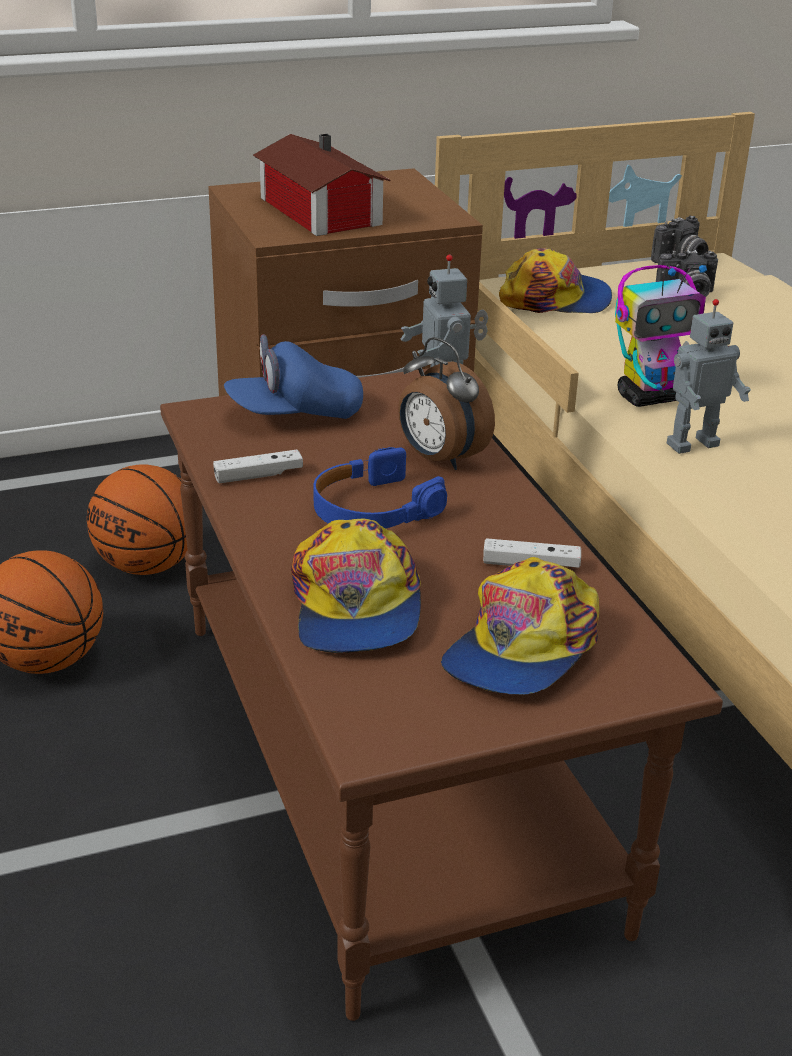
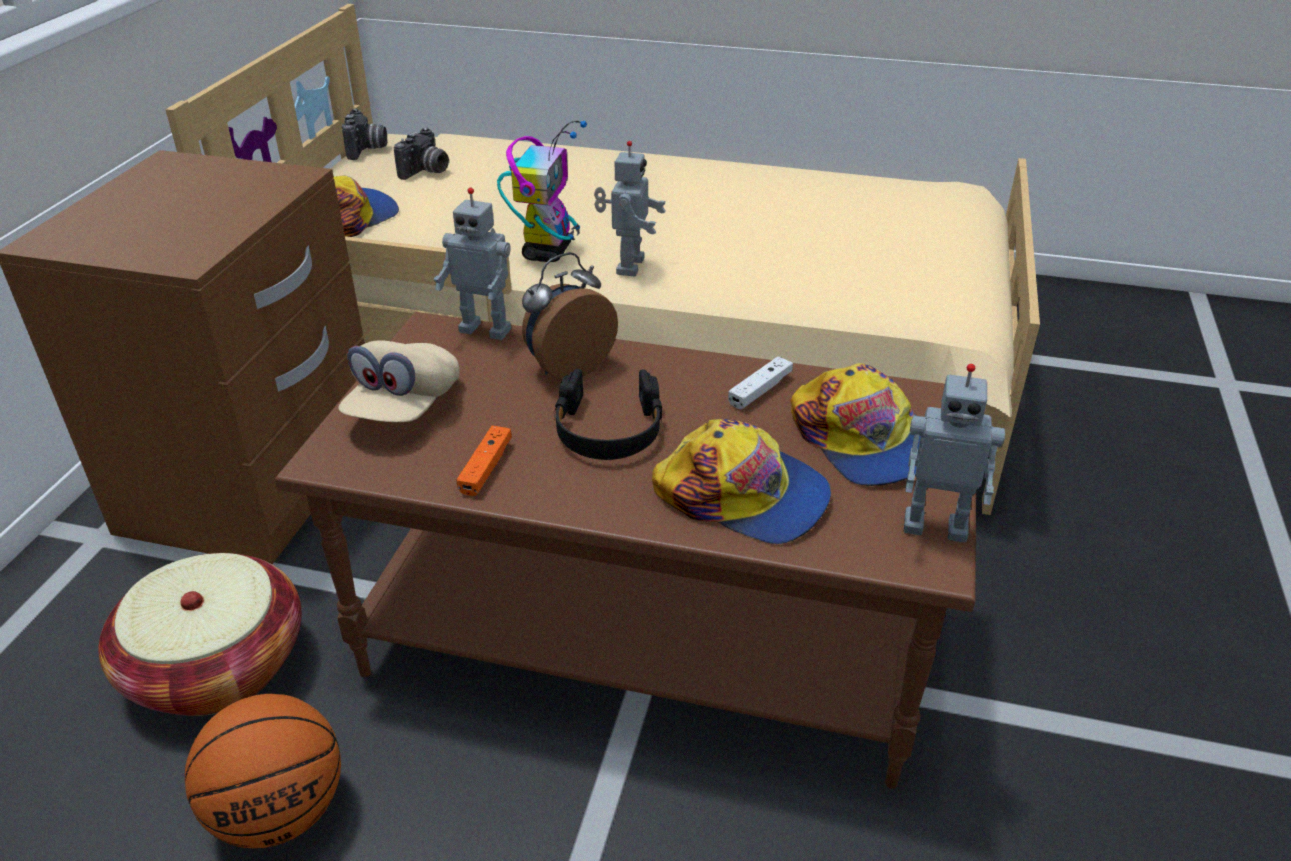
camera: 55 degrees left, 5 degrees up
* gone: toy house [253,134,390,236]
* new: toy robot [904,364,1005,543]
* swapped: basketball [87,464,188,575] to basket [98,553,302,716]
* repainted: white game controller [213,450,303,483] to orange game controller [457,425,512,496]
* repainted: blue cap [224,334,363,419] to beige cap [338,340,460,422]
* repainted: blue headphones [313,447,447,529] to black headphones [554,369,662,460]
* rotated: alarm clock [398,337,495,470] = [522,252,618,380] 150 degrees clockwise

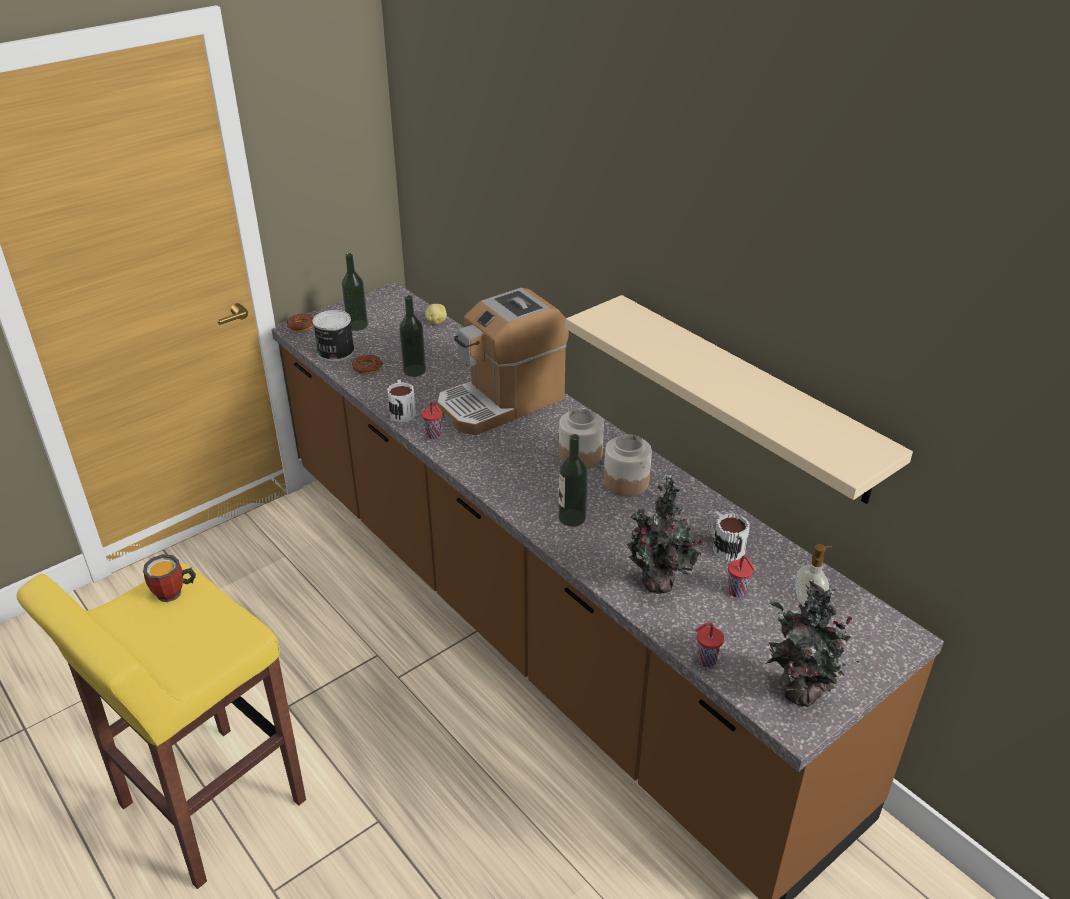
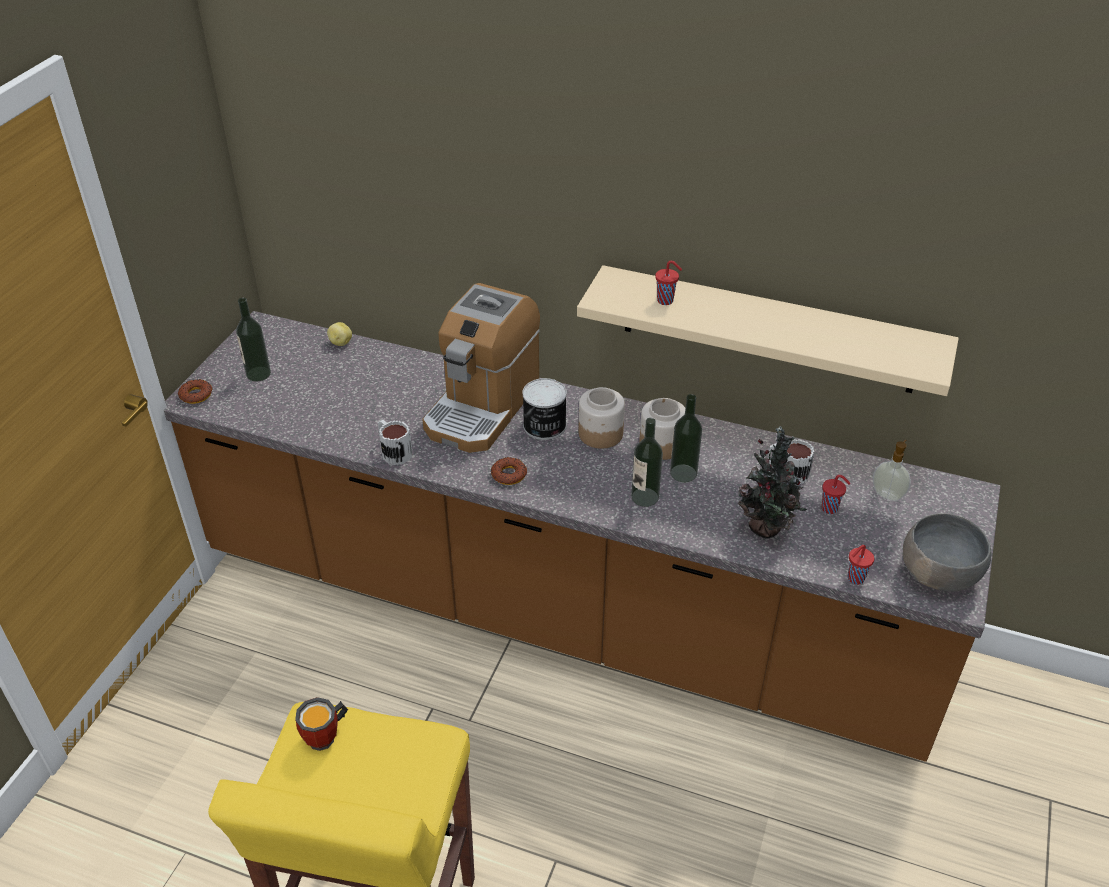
camera: 30 degrees left, 5 degrees up
* shifted: can [313,310,355,362] to [522,378,567,440]
* shifted: donut [352,355,382,375] to [491,457,527,485]
* shifted: bottle [399,295,426,377] to [670,394,702,482]
* shifted: red cup [422,401,442,439] to [655,261,682,305]
* swapped: potted plant [766,580,859,707] to grey bowl [903,513,991,591]

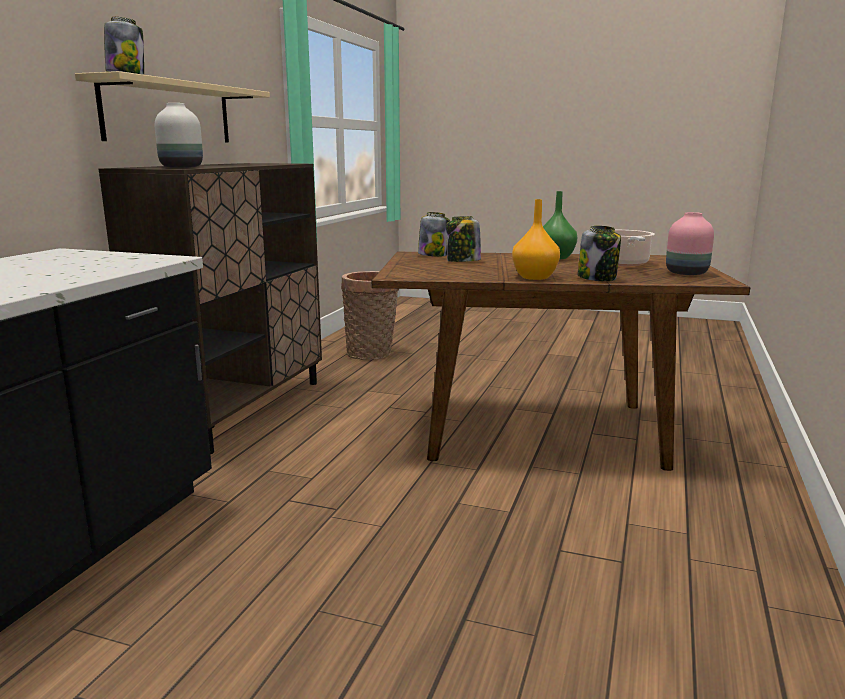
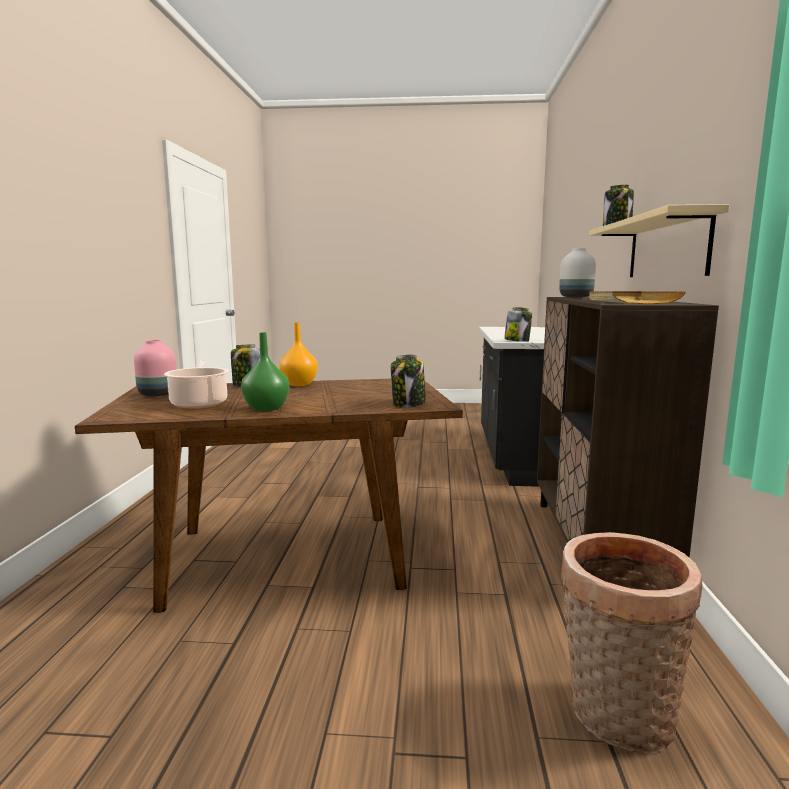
camera: 165 degrees right, 5 degrees down
* new: beige tray [589,291,686,304]
* shifted: jar [446,216,481,262] to [504,307,532,342]

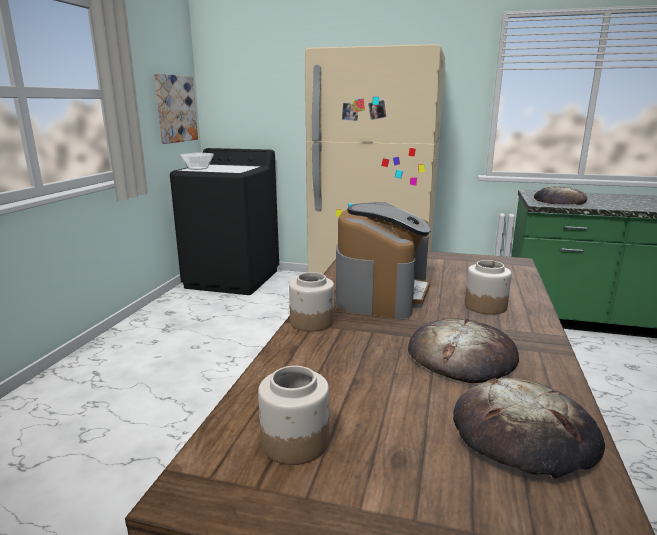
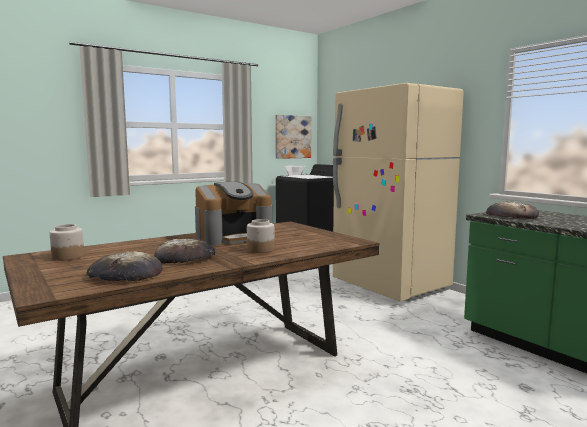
camera: 40 degrees right, 10 degrees down
* gone: jar [289,272,334,331]

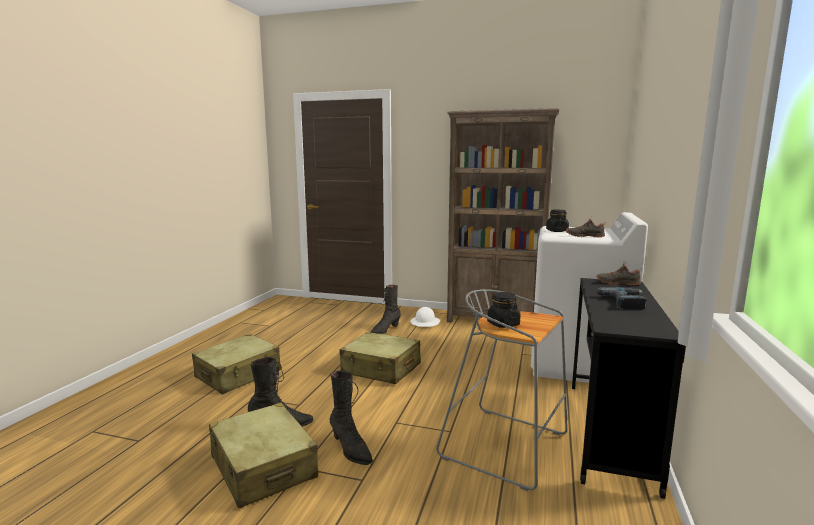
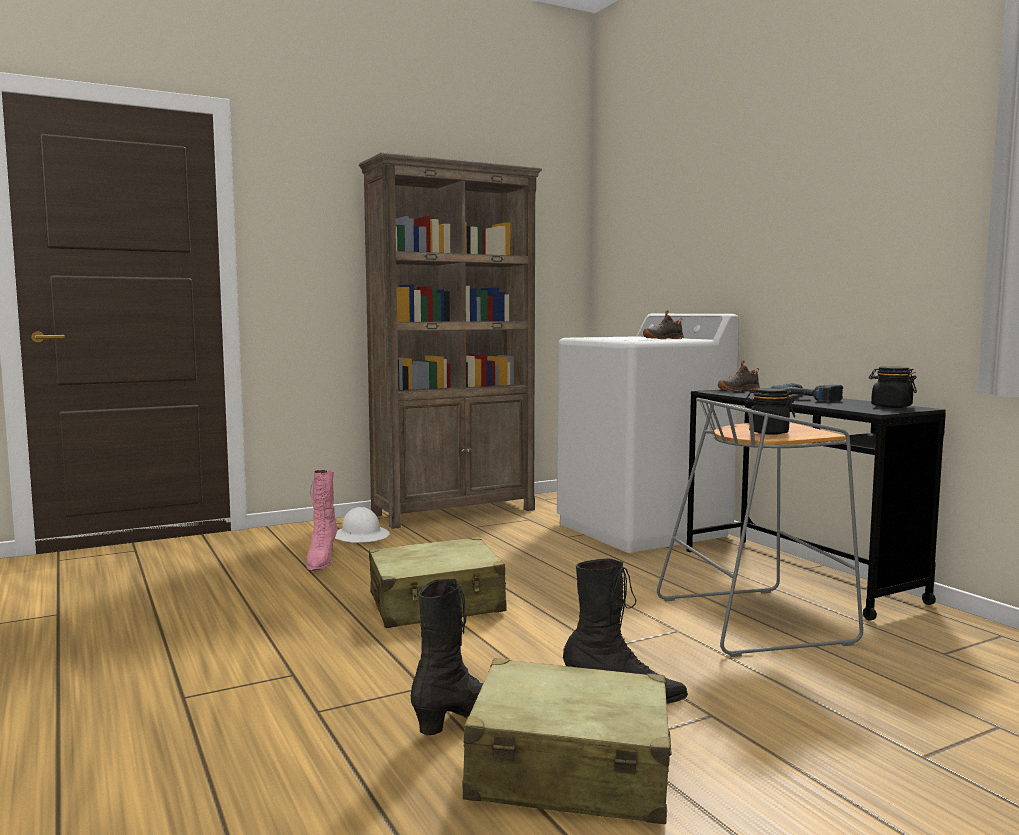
camera: 45 degrees left, 5 degrees down
* gone: beige suitcase [192,334,281,395]
* shifted: black jar [546,210,569,232] to [869,366,917,408]
* repainted: black boot [370,285,401,334] to pink boot [306,470,337,570]

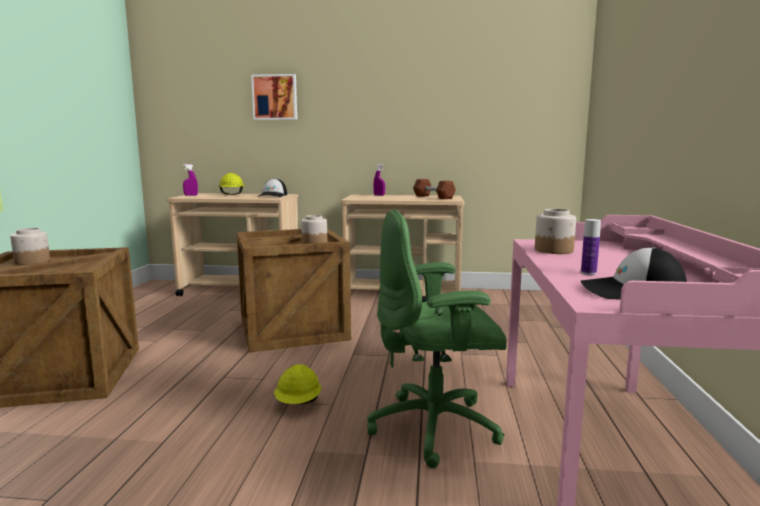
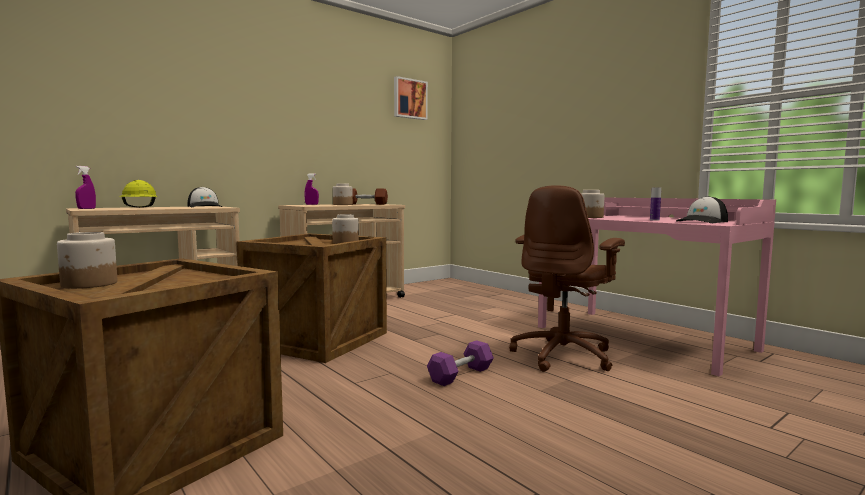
camera: 45 degrees left, 5 degrees down
* new: jar [333,183,353,205]
* shifted: picture [251,74,297,120] to [394,76,428,120]
* swapped: yellow hard hat [274,364,321,404] to purple dumbbell [427,340,494,386]
* repainted: green office chair [367,209,507,468] to brown office chair [509,185,625,372]

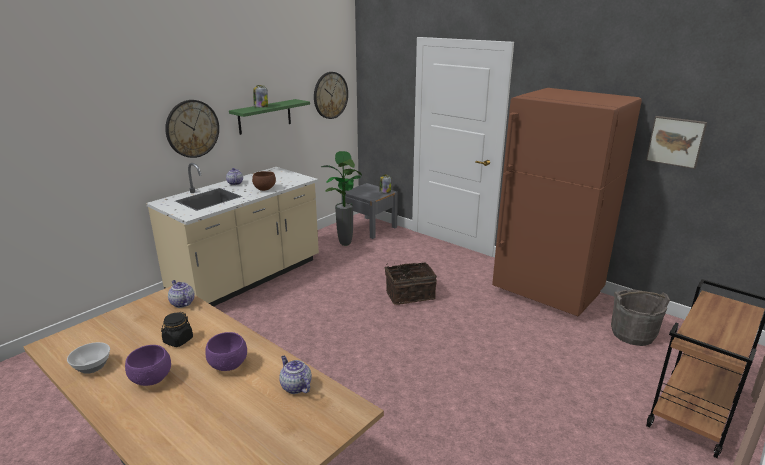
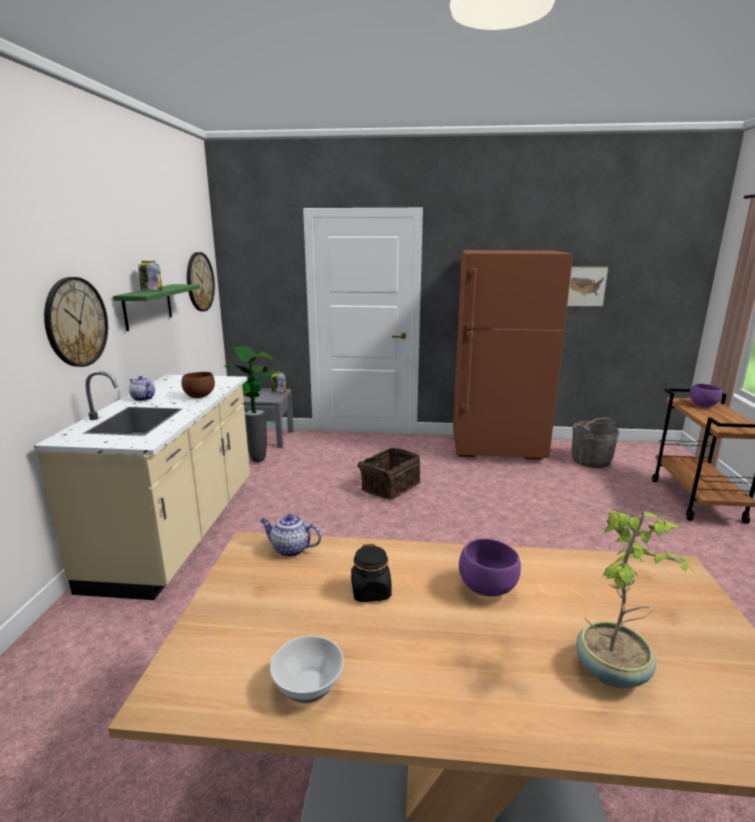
camera: 35 degrees left, 5 degrees down
* gone: teapot [279,356,312,394]
* new: potted plant [576,509,695,688]
* shifted: purple bowl [125,345,171,386] to [689,383,722,407]

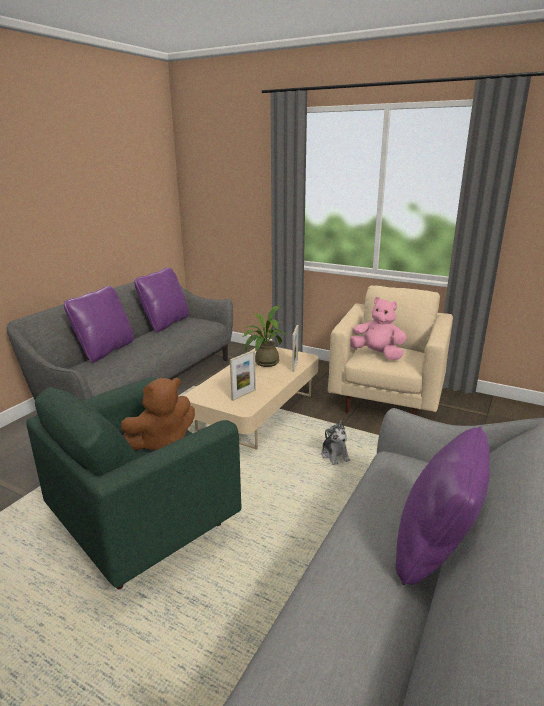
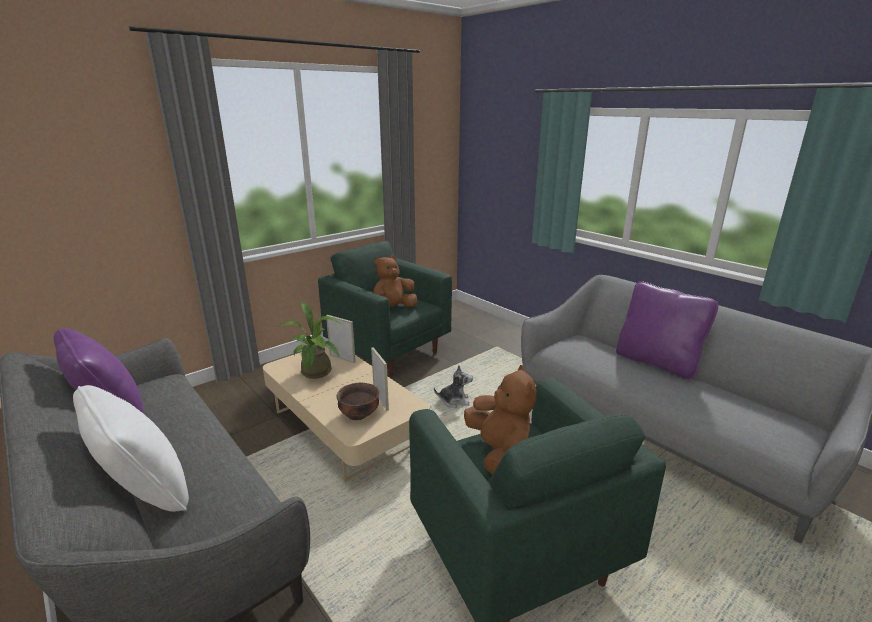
camera: 70 degrees left, 0 degrees up
* new: brown bowl [337,383,379,420]
* repainted: purple pillow [64,286,134,363] to white pillow [73,385,189,512]
* repainted: beige armchair [328,285,453,415] to green armchair [318,241,452,377]
* repainted: pink plush toy [350,297,407,360] to brown plush toy [373,255,417,307]

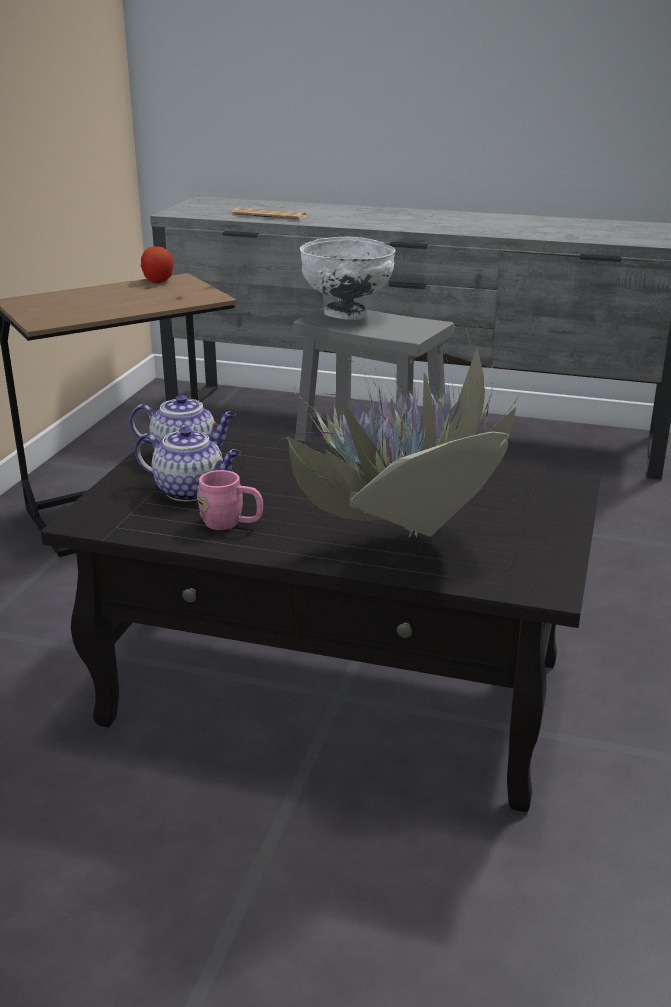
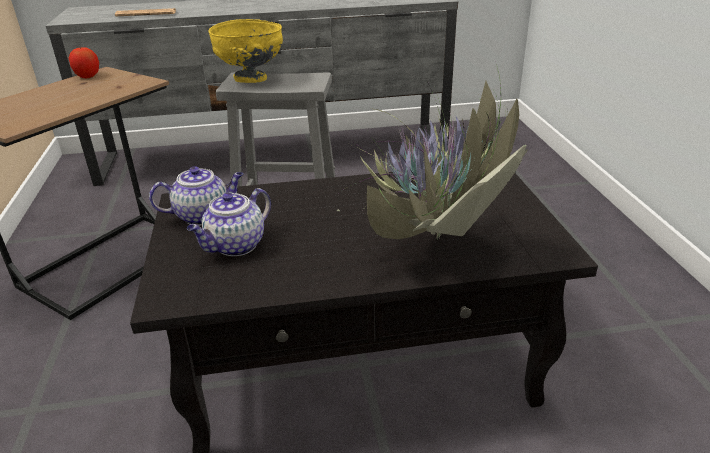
camera: 25 degrees left, 5 degrees up
* gone: pink mug [197,470,263,530]
* repainted: white bowl [300,237,395,320] to yellow bowl [208,19,283,83]
* rotated: teapot [135,427,241,501] = [187,188,271,256] 135 degrees clockwise

